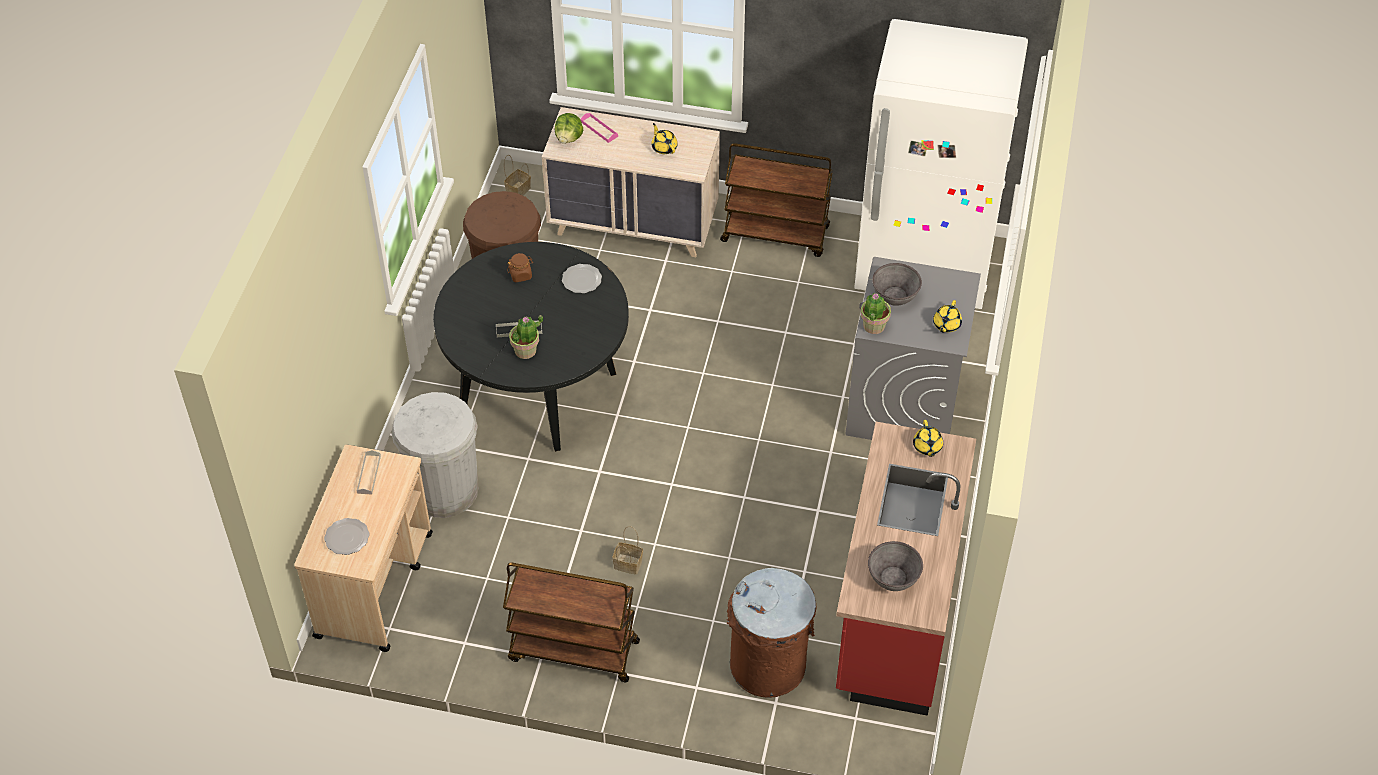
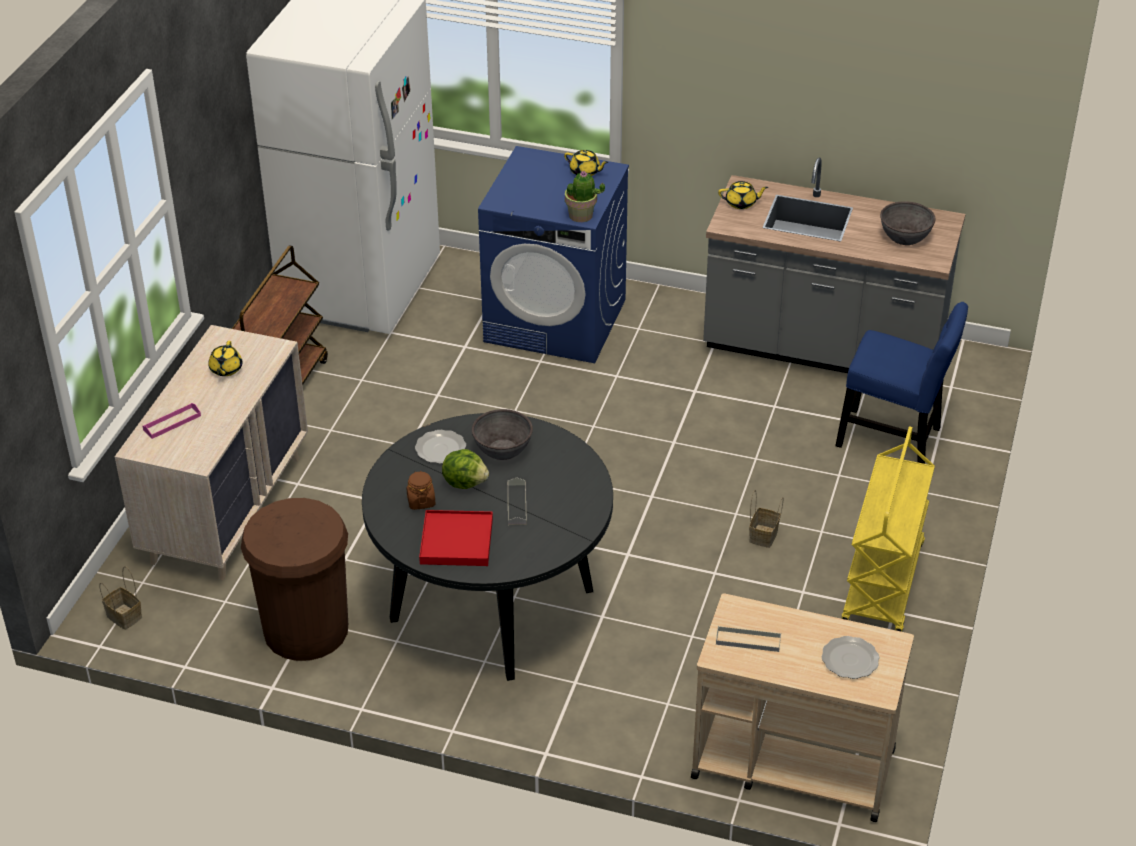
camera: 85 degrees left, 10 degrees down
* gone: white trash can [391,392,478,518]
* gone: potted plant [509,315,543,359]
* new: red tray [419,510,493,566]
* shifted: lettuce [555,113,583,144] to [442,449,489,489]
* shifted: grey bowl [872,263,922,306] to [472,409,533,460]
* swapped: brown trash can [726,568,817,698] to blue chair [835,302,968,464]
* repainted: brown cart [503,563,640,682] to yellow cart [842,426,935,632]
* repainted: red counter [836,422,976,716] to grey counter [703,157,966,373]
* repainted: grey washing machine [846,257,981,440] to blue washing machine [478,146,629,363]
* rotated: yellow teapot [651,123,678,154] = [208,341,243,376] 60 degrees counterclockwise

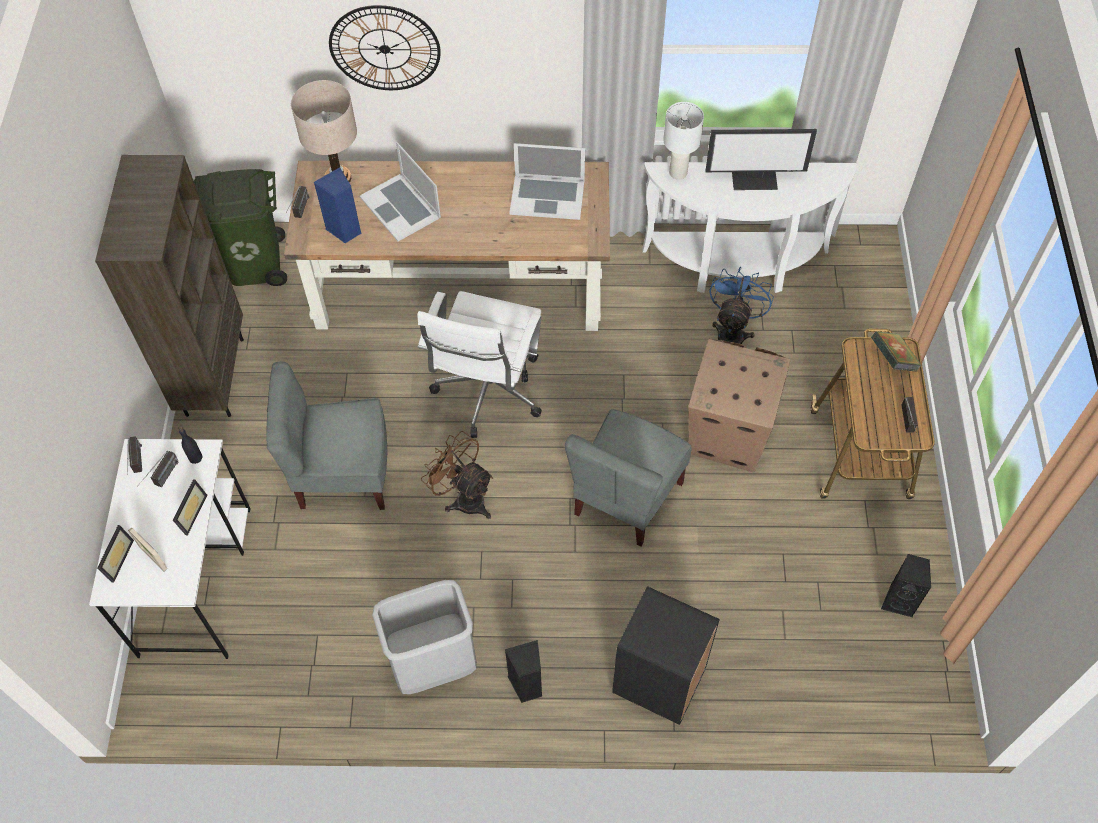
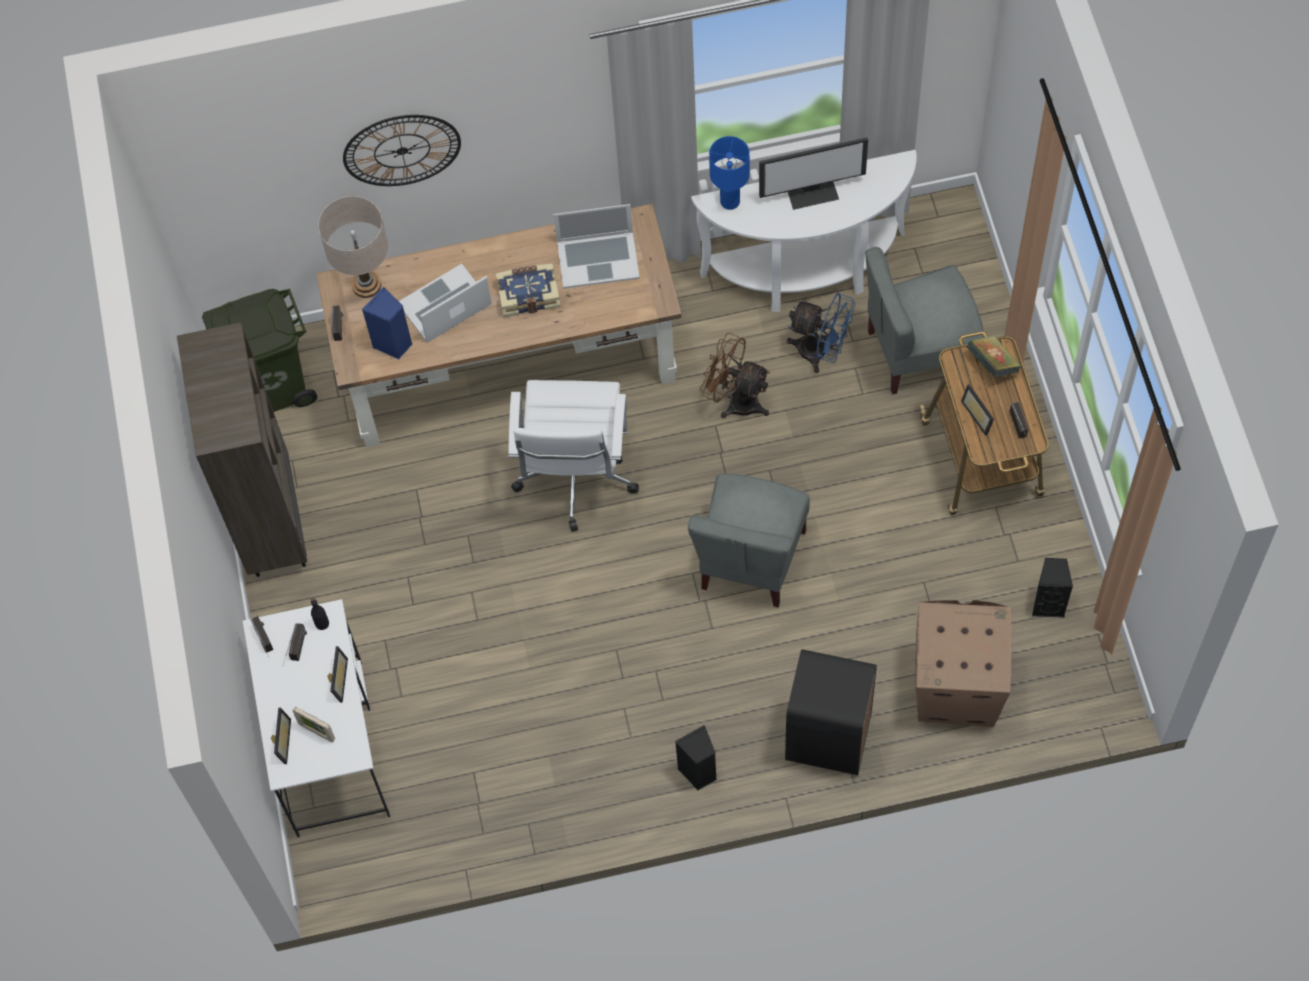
camera: 10 degrees left, 5 degrees up
* gone: grey trash can [372,580,477,694]
* new: book [496,264,561,318]
* new: picture frame [961,384,994,436]
* shifted: grey chair [266,361,387,510] to [865,247,984,395]
* shifted: brown fan [421,431,493,519] to [700,333,770,418]
* shifted: cardboard box [688,339,791,472] to [915,600,1012,727]
* repainted: white table lamp [663,102,704,180] to blue table lamp [709,136,750,210]
* rotated: laptop [360,142,441,241] = [399,264,492,343] 105 degrees clockwise
* rotated: blue fan [709,267,774,344] = [787,293,855,373] 105 degrees clockwise

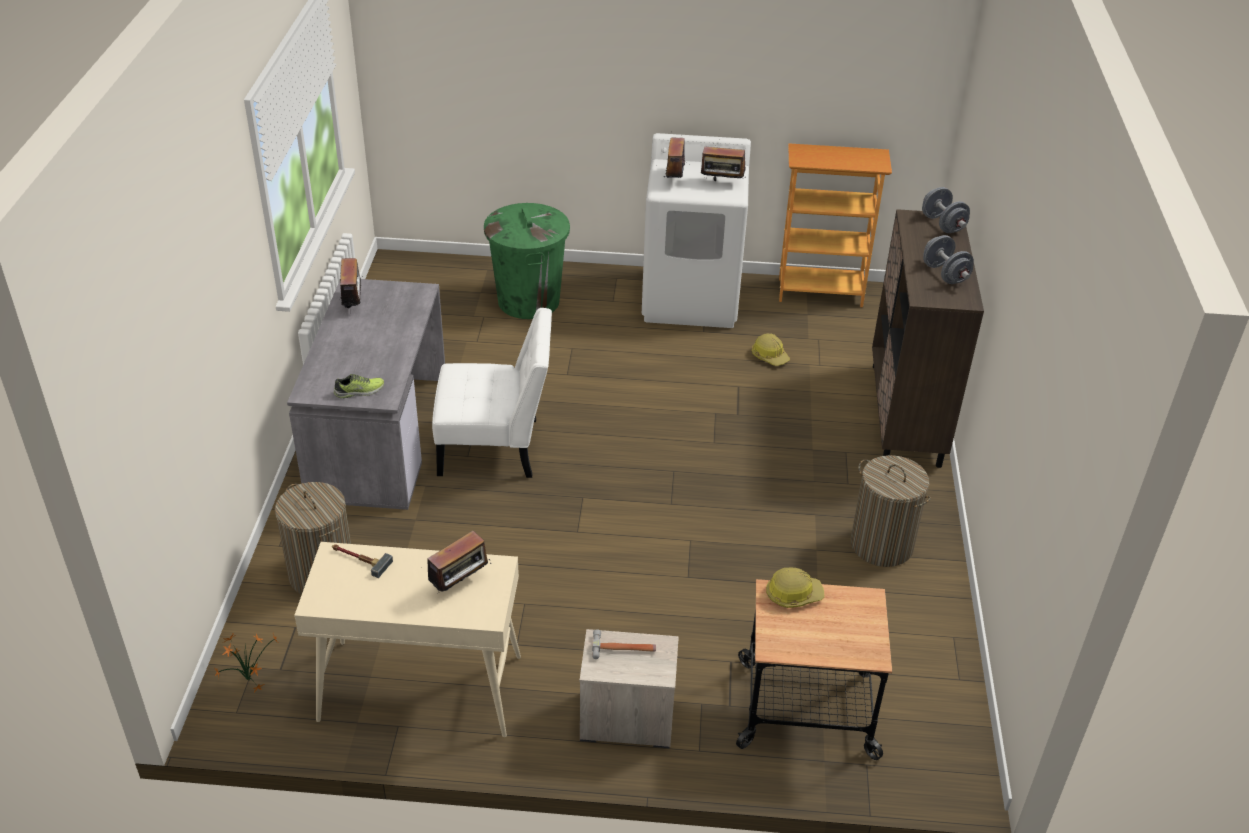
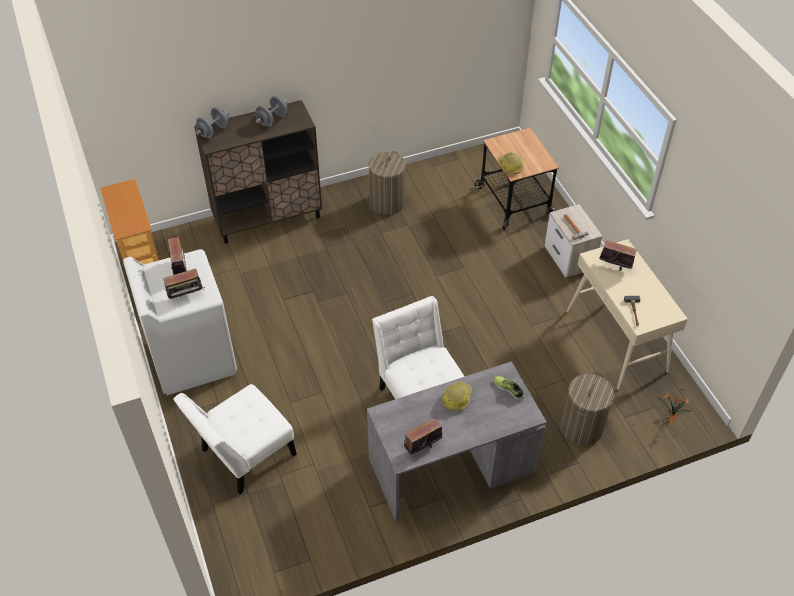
camera: 115 degrees left, 10 degrees up
* shifted: hard hat [752,333,790,366] to [442,381,472,411]
* swapped: green trash can [484,203,570,319] to white chair [174,384,297,494]

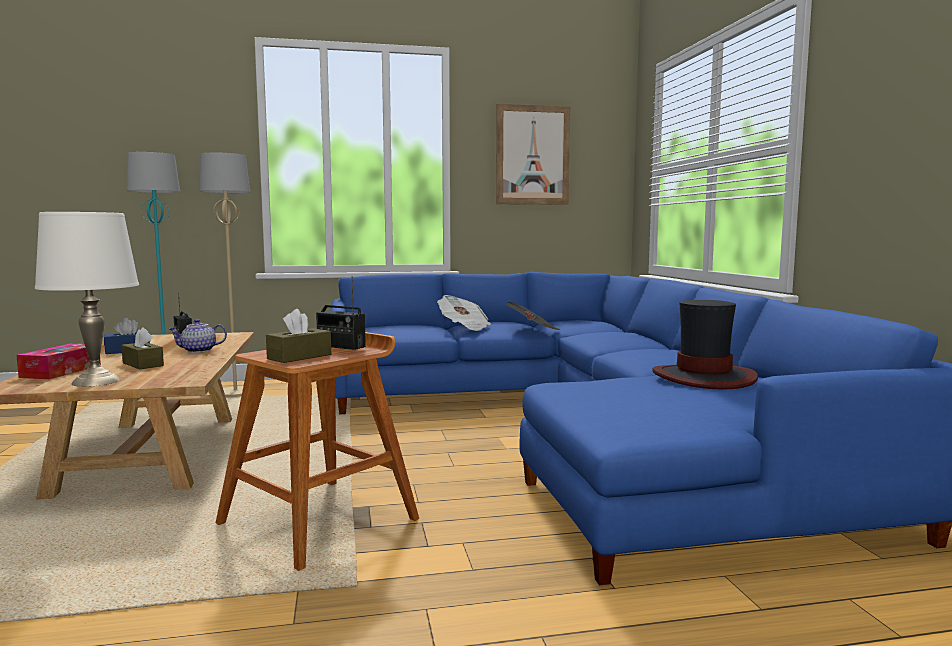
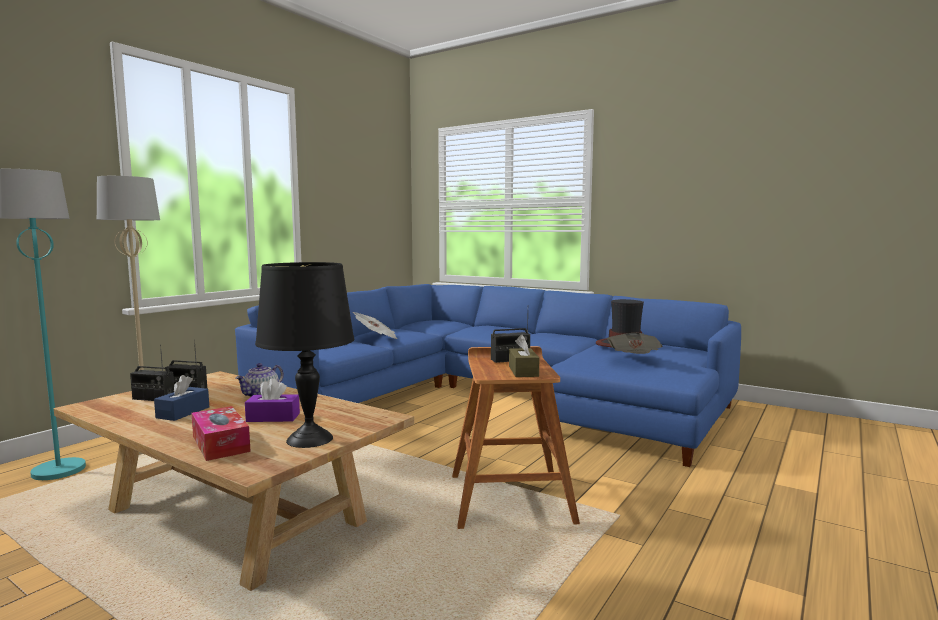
camera: 45 degrees left, 0 degrees up
* gone: picture [496,104,570,205]
* new: radio [130,344,174,401]
* shifted: newspaper [505,301,560,330] to [607,333,663,354]
* repainted: white table lamp [35,212,139,387] to black table lamp [255,262,354,448]
* repainted: brown tissue box [121,327,164,369] to purple tissue box [245,378,300,422]

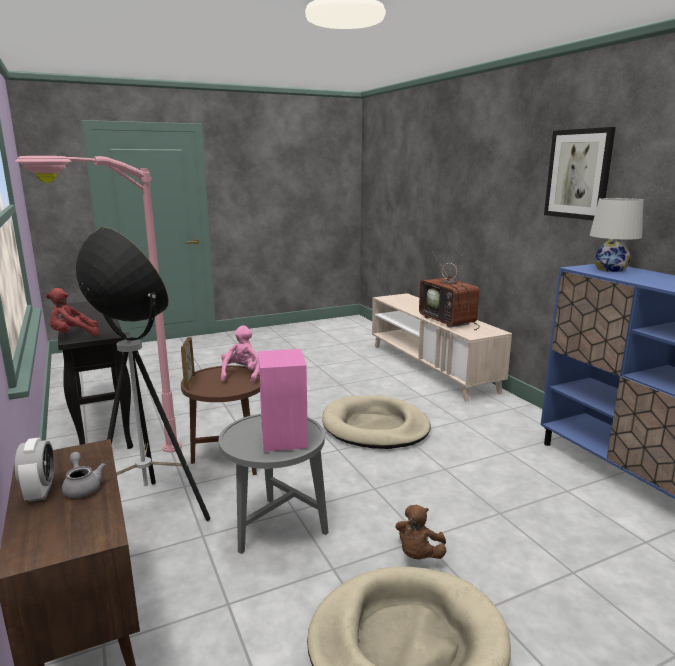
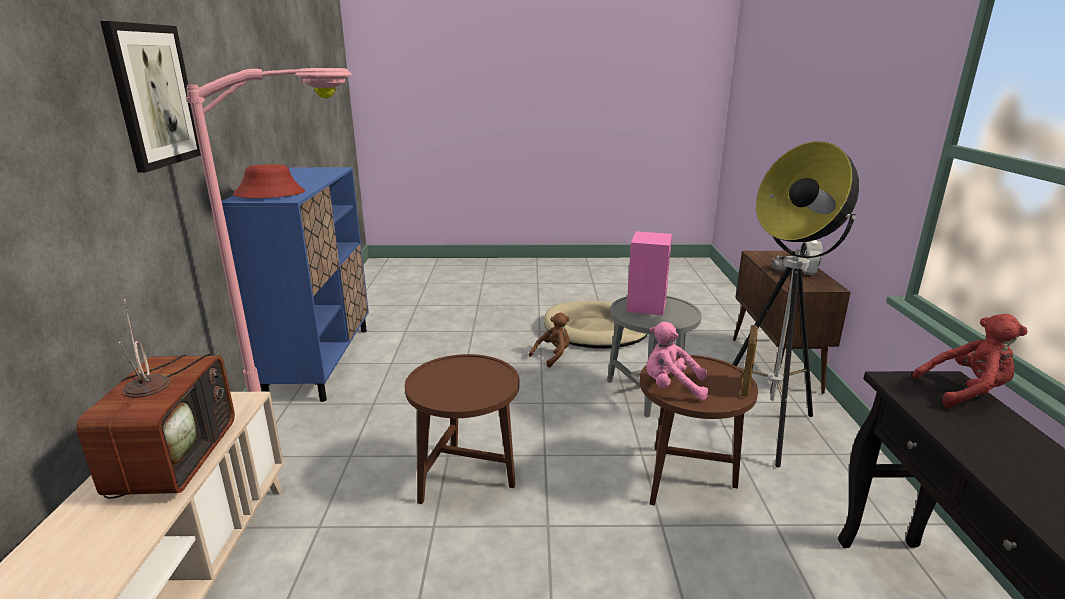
camera: 155 degrees left, 5 degrees up
* shifted: pink floor lamp [15,156,182,452] to [186,68,352,392]
* swapped: beige dog bed [322,395,431,449] to brown side table [405,354,519,504]
* swapped: white table lamp [590,198,643,272] to red hat [233,164,305,198]
* rotated: pink plush toy [221,325,259,383] = [646,322,708,400] 75 degrees clockwise

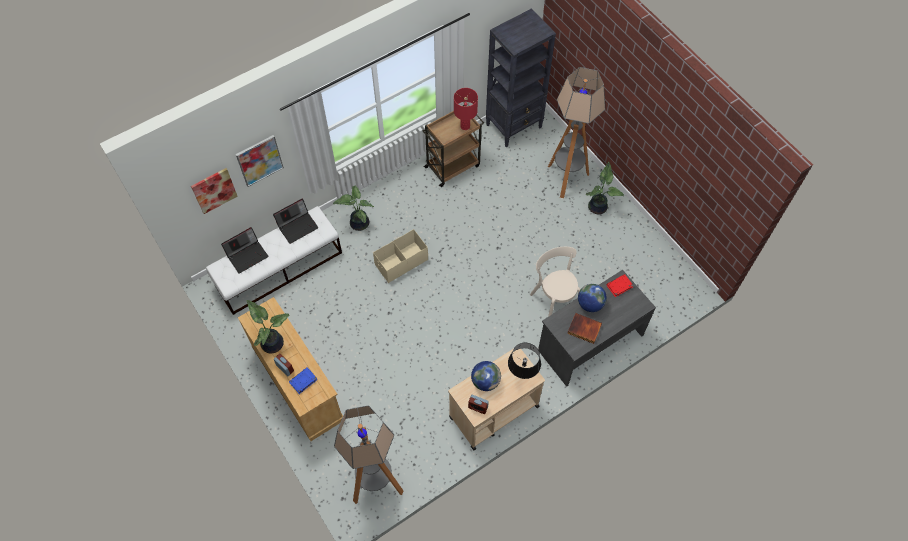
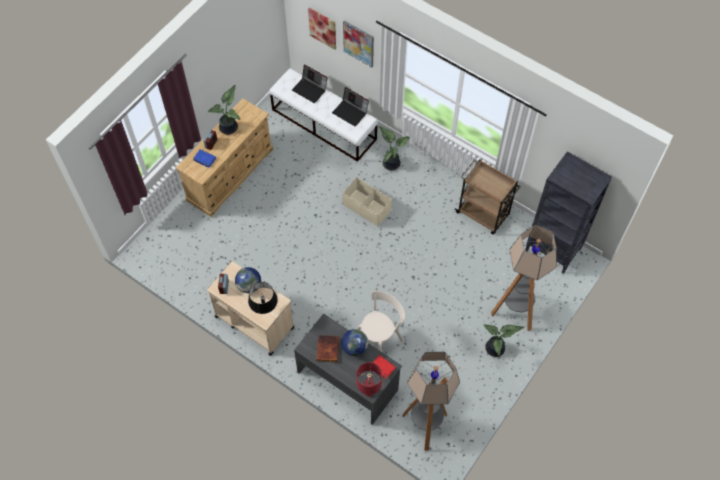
camera: 70 degrees right, 0 degrees up
* shifted: floor lamp [334,406,403,504] to [402,352,460,451]
* shifted: red table lamp [454,88,478,130] to [356,362,382,397]

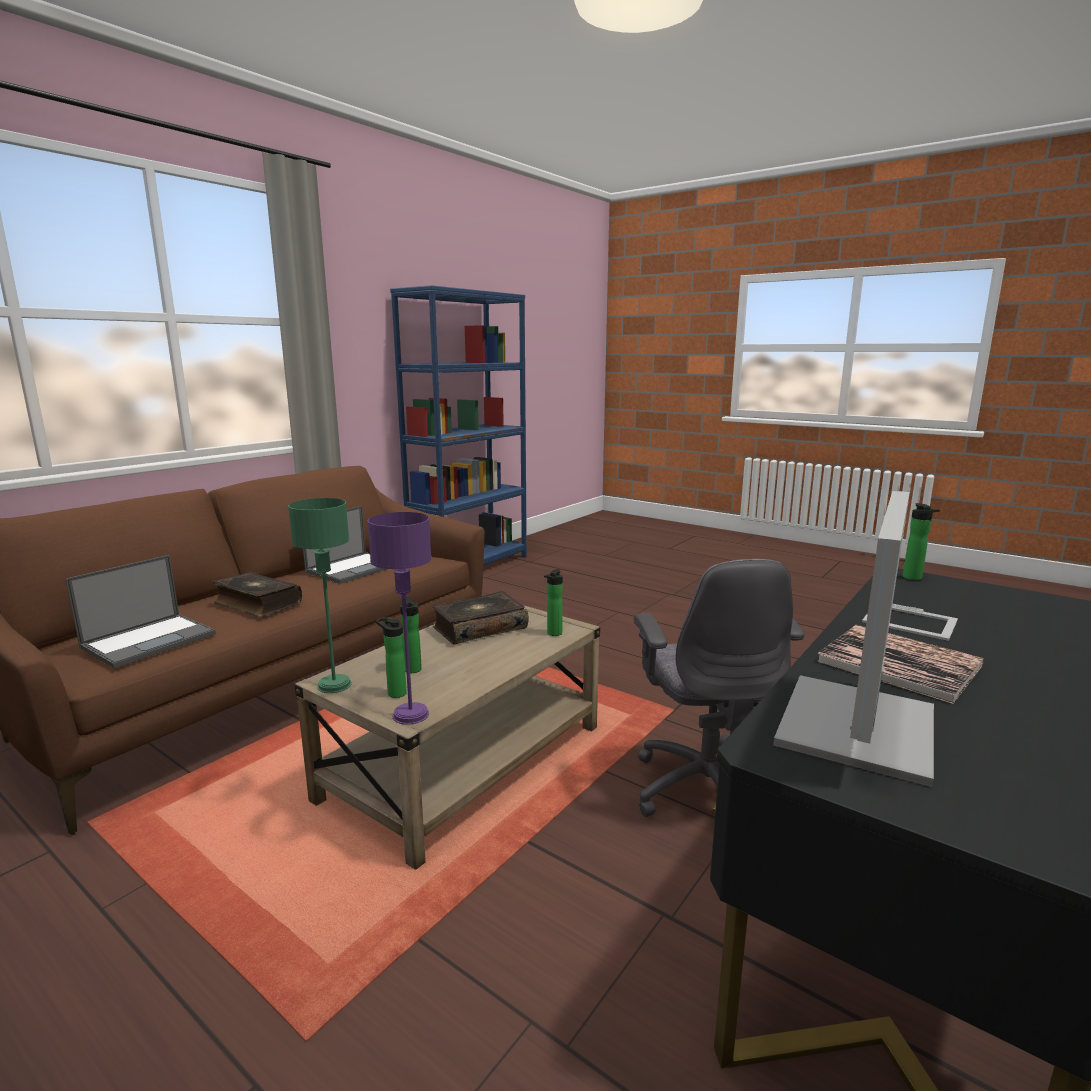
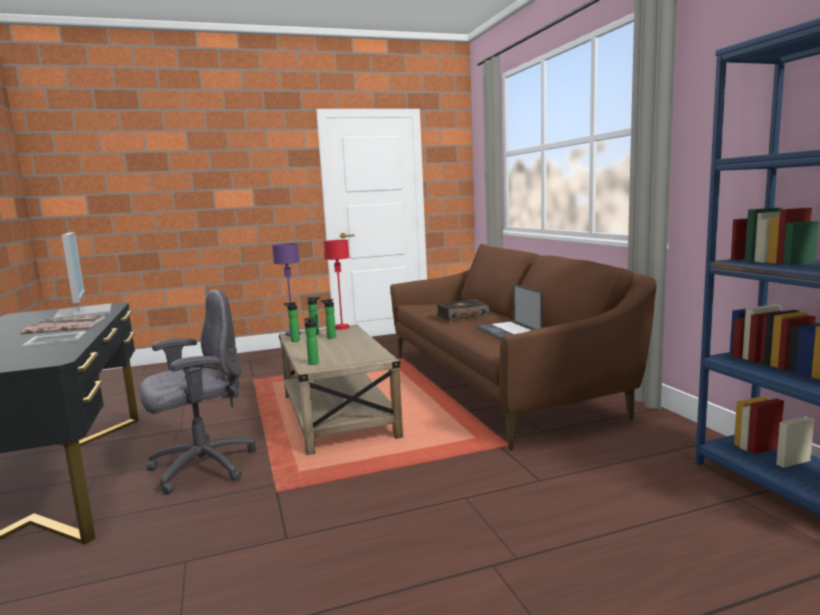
camera: 125 degrees right, 5 degrees down
* gone: laptop [65,555,216,668]
* gone: book [432,591,528,644]
* shifted: bottle [903,503,940,580] to [284,302,300,342]
* repainted: green table lamp [288,498,352,693] to red table lamp [323,240,350,330]
* rotated: grey office chair [634,559,804,817] = [139,289,256,495] 120 degrees clockwise

